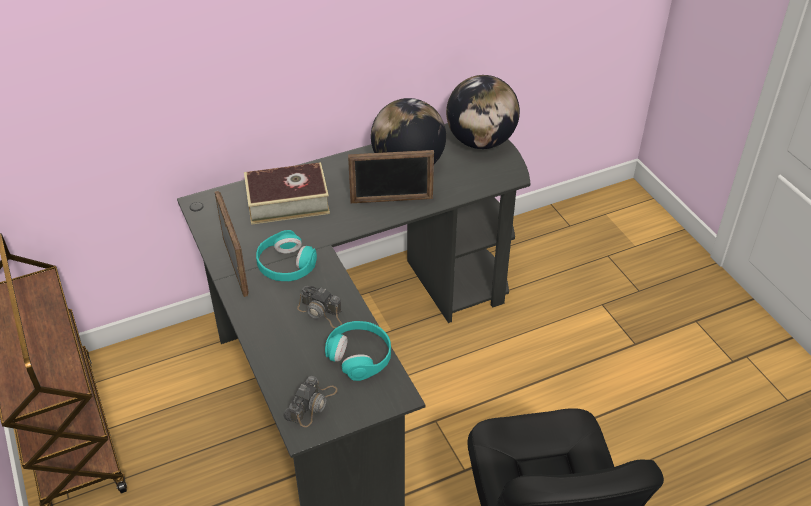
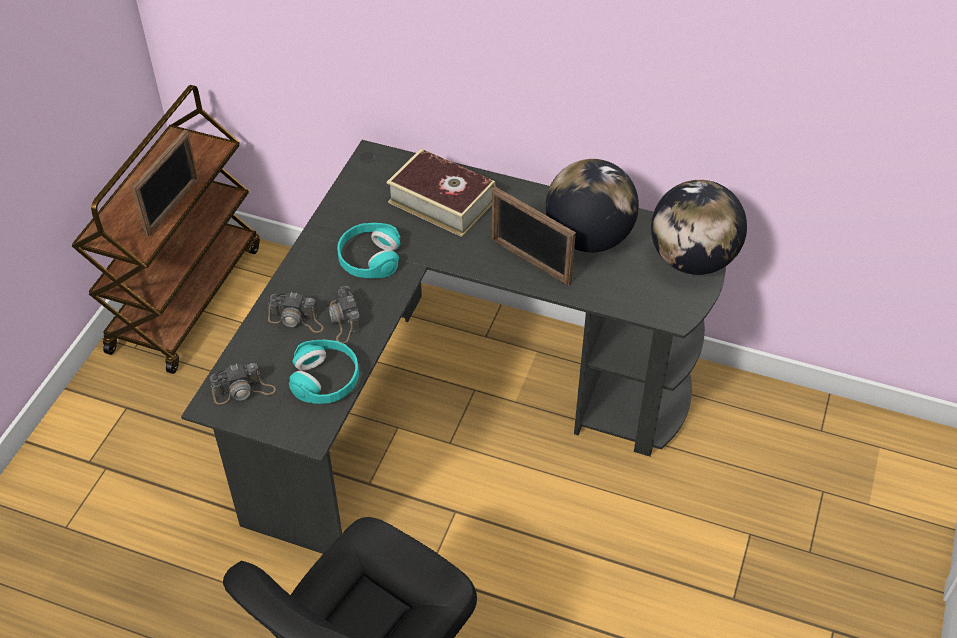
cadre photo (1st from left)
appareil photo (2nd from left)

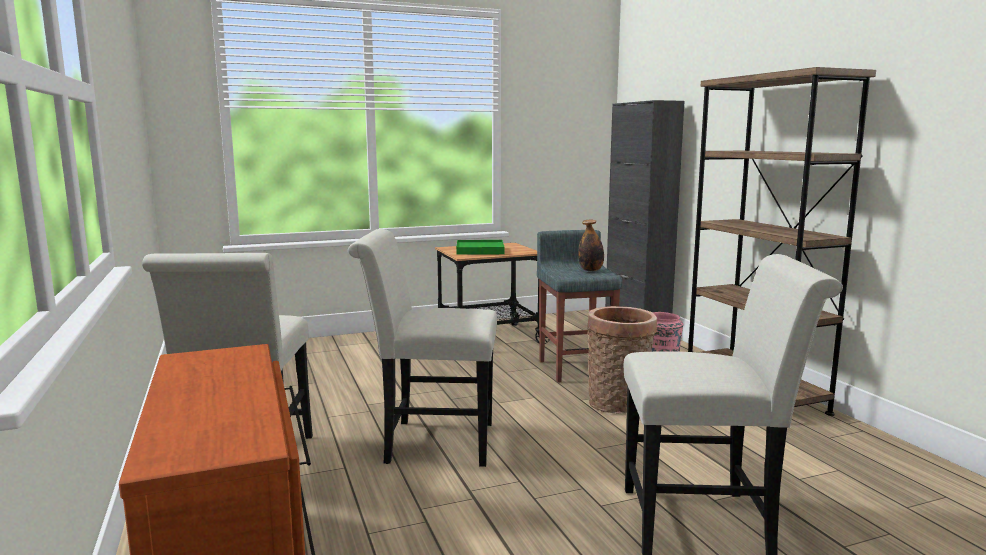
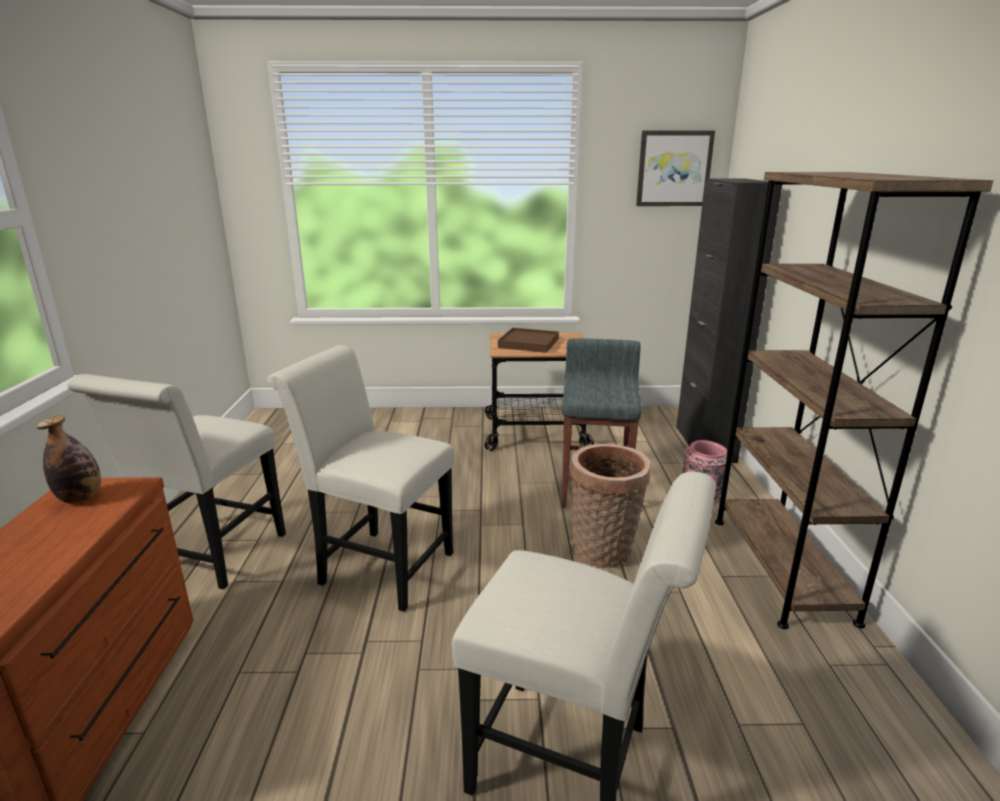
bouteille
plateau/marron
tableau

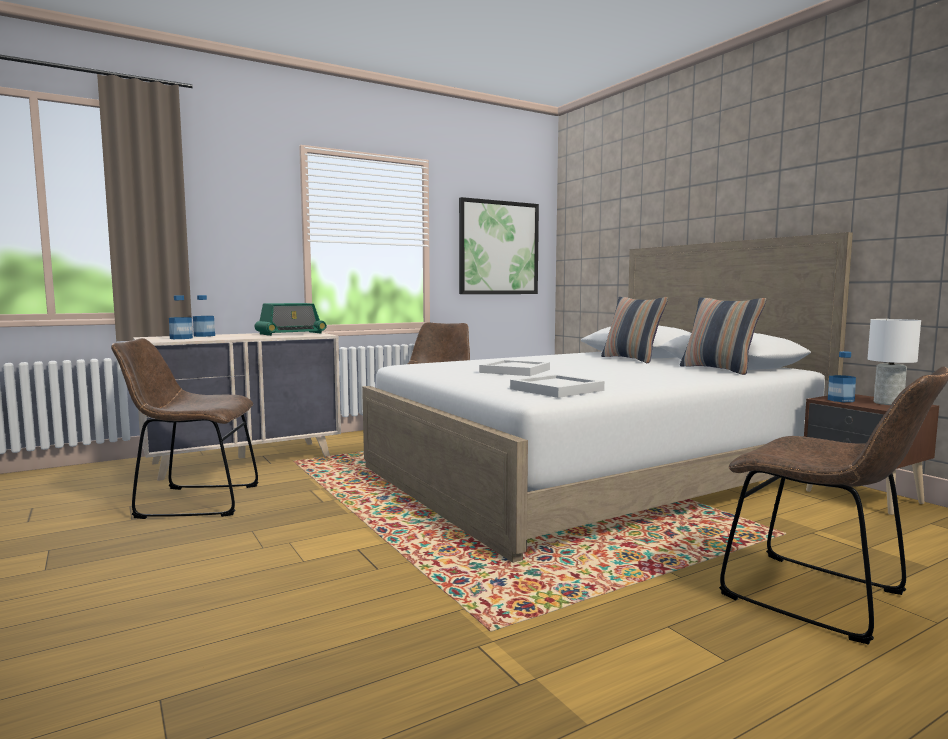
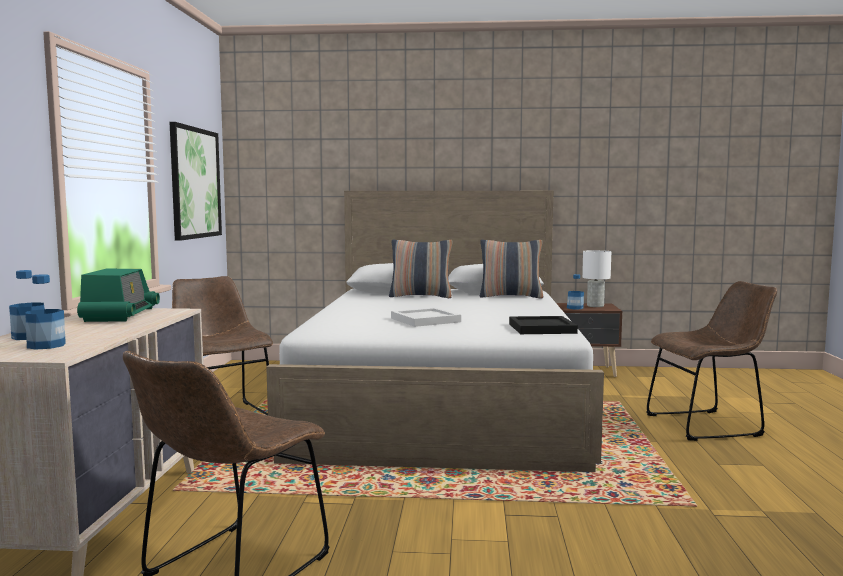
plateau/noir

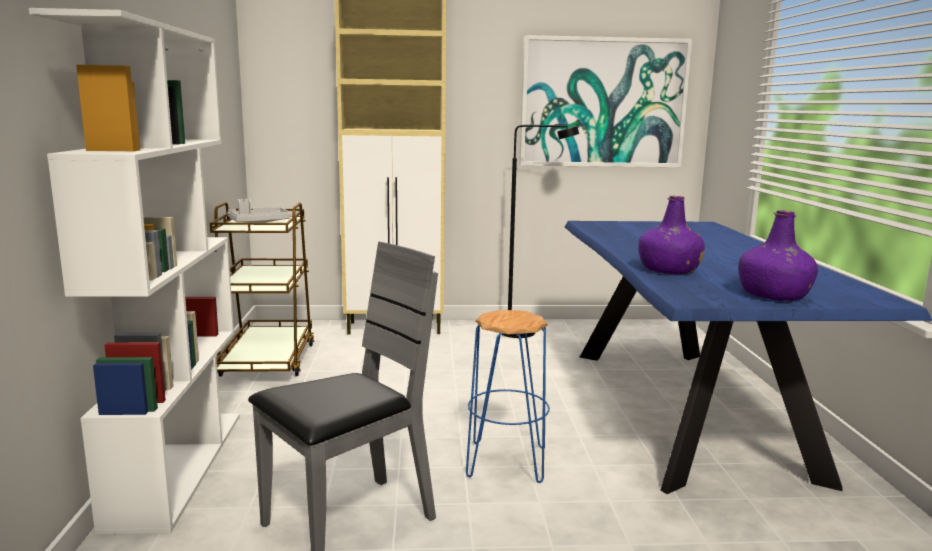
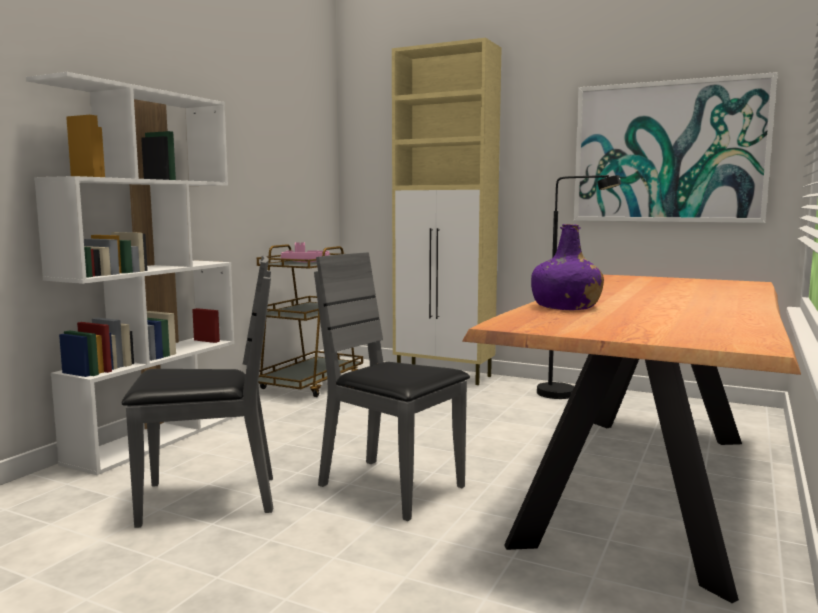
plateau/rose
chaise/gris (2nd from left)
table à manger/marron
bouteille/violet (2nd from left in the first image)

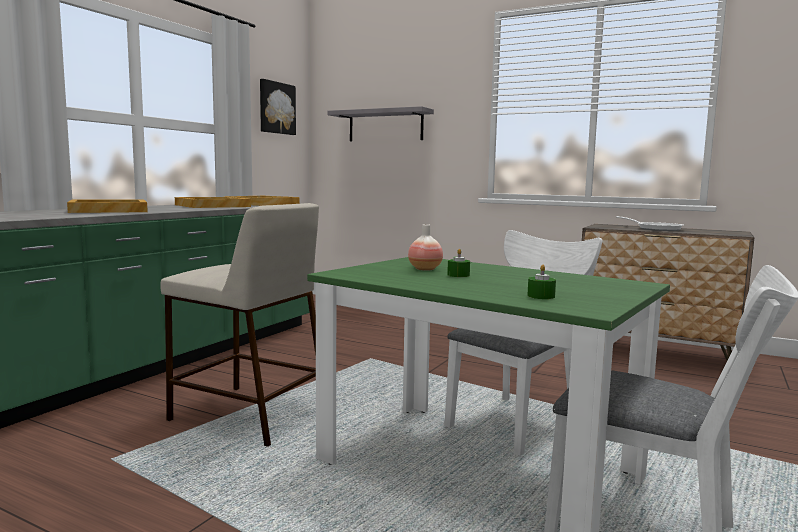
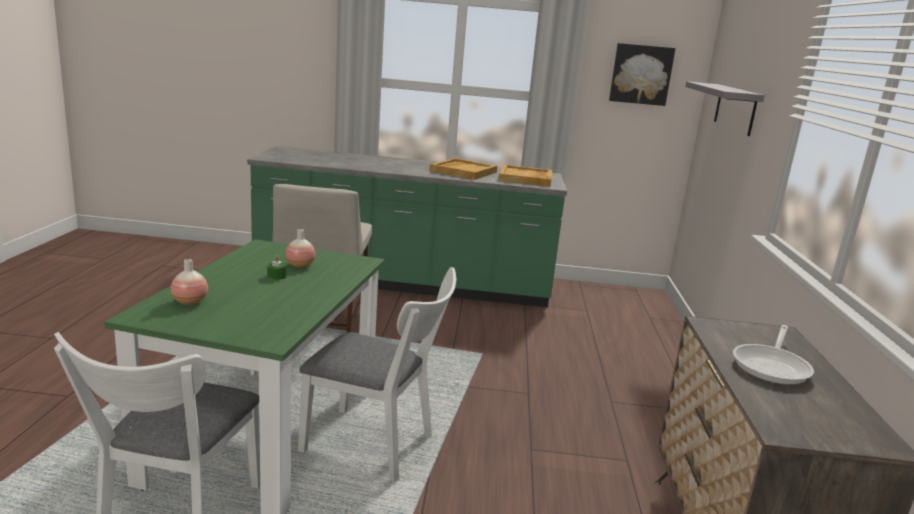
vase (1st from left)
plateau/beige (1st from left in the first image)

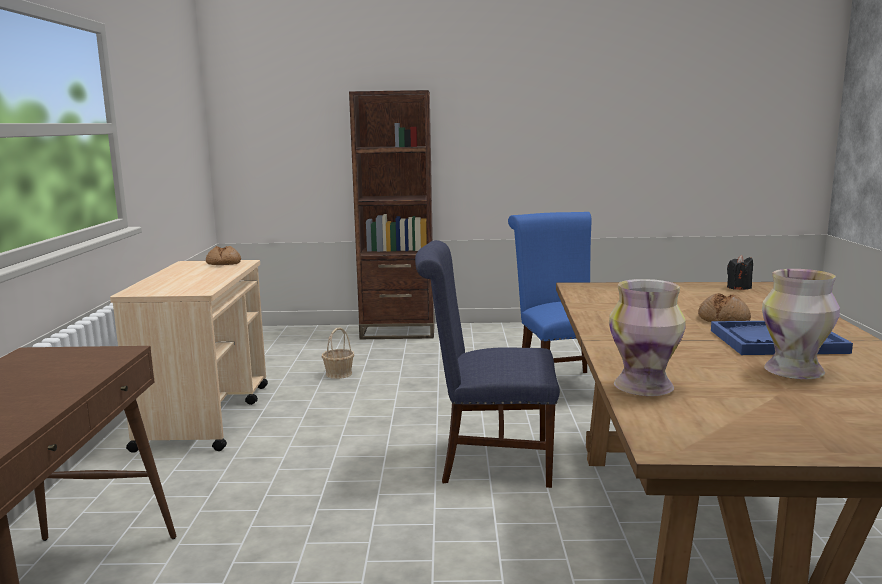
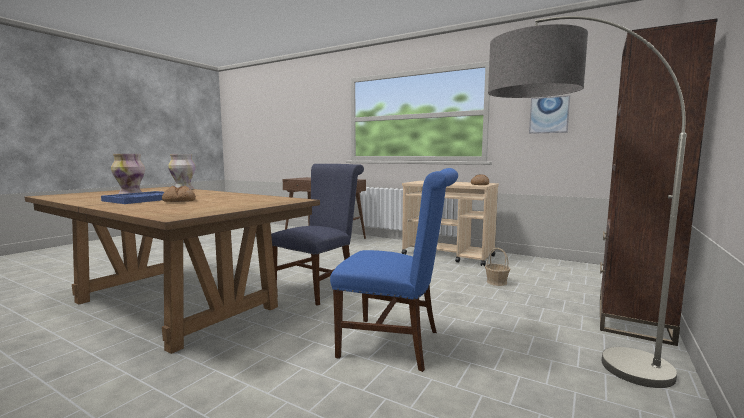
lampadaire
tableau
bougie/noir

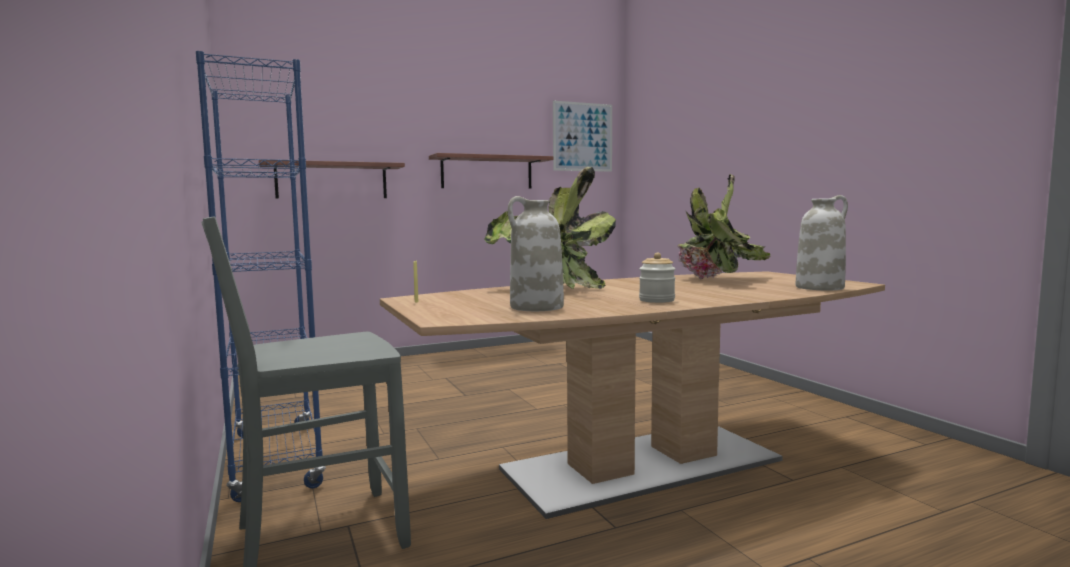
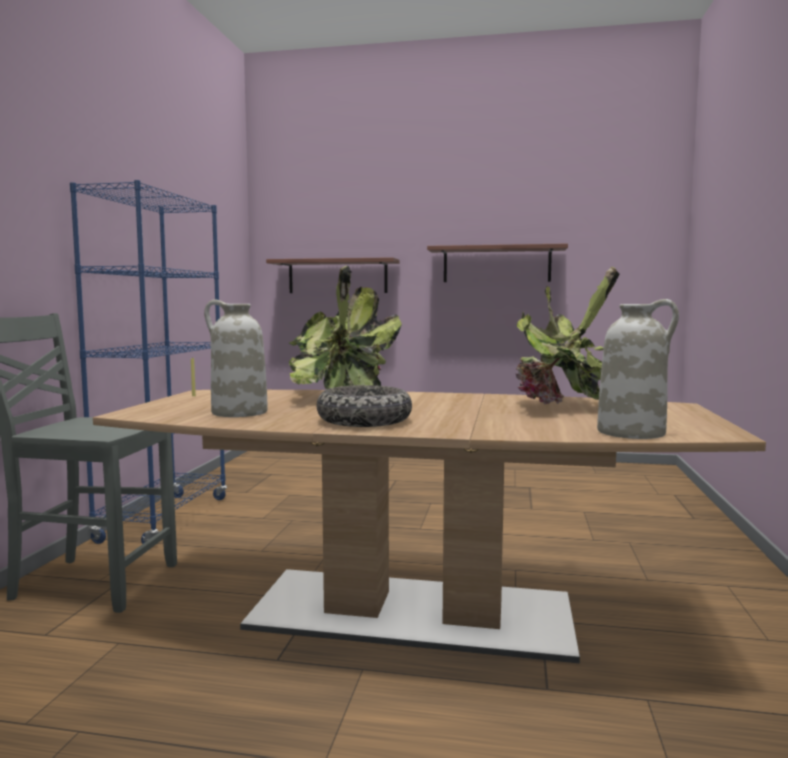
bol
tableau

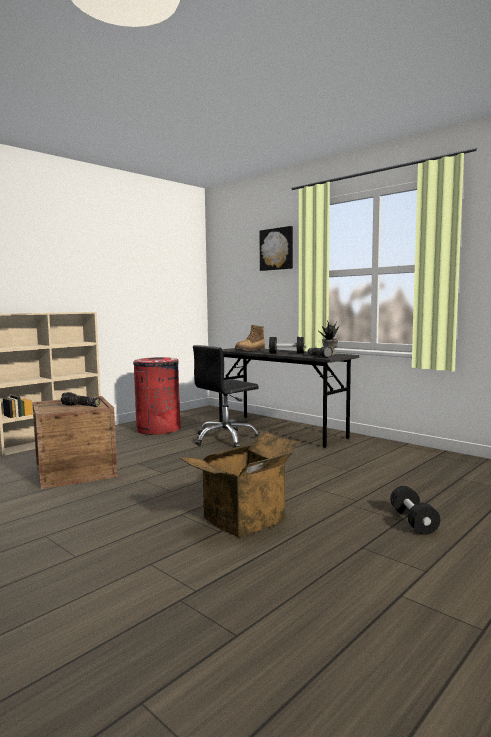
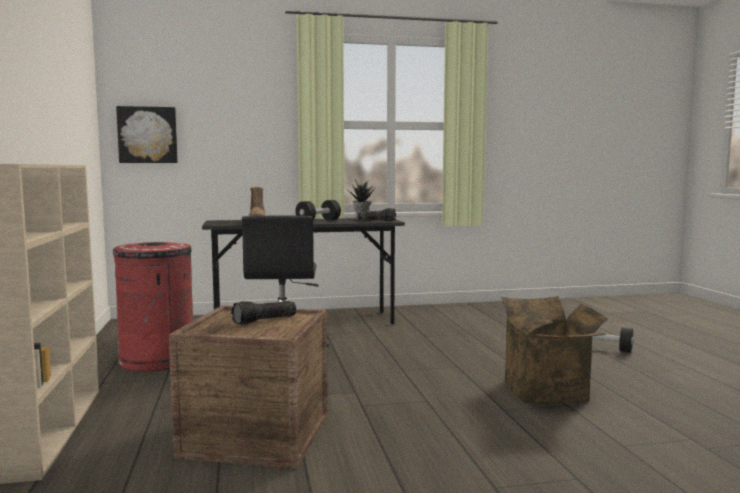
tableau

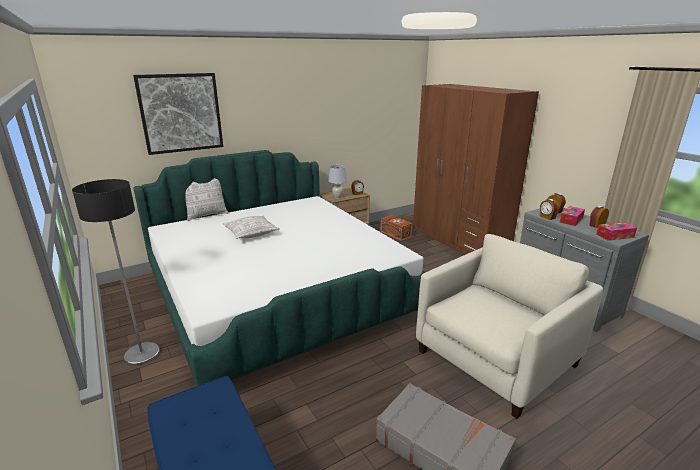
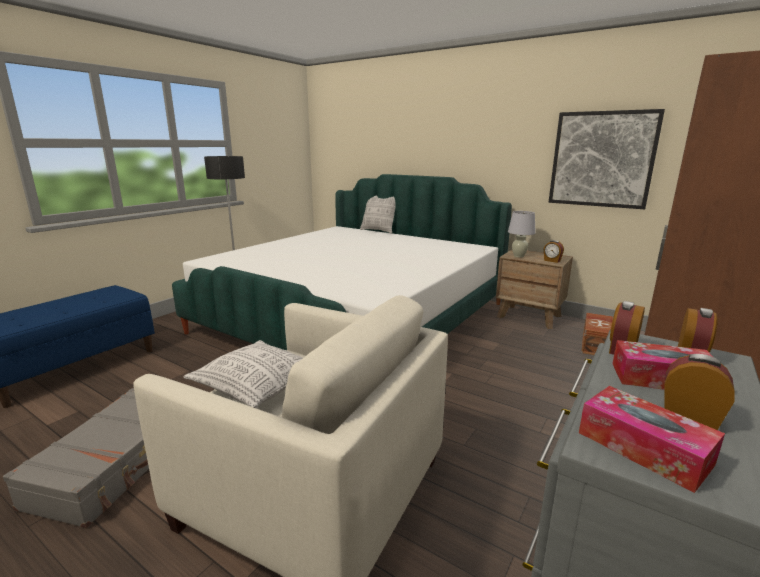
coussin (1st from left)
tableau

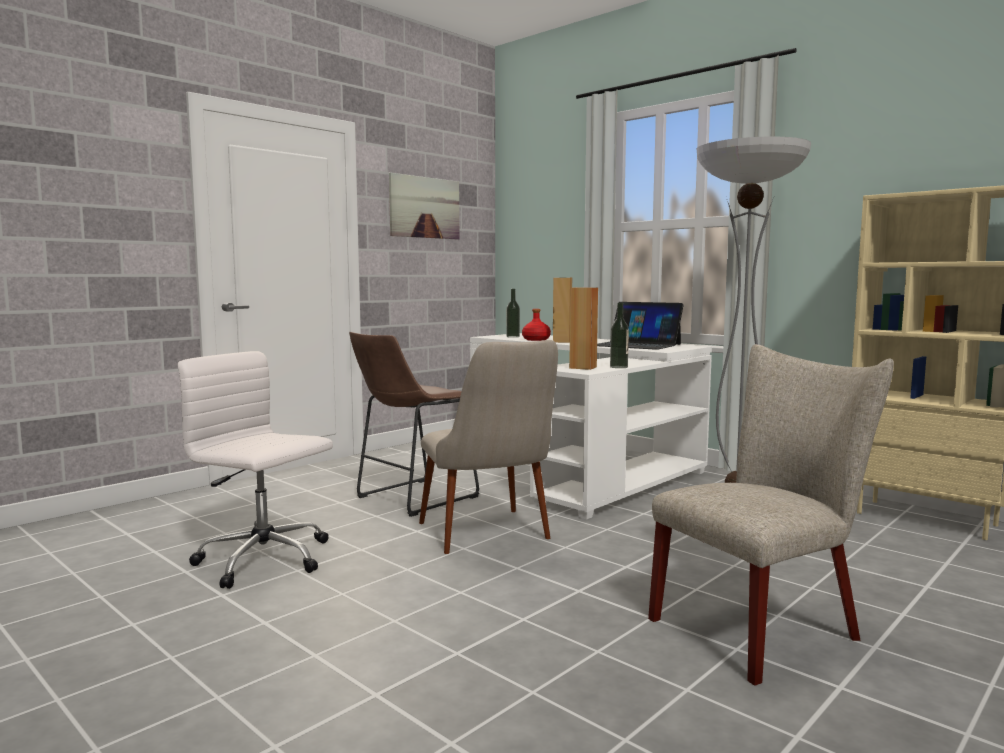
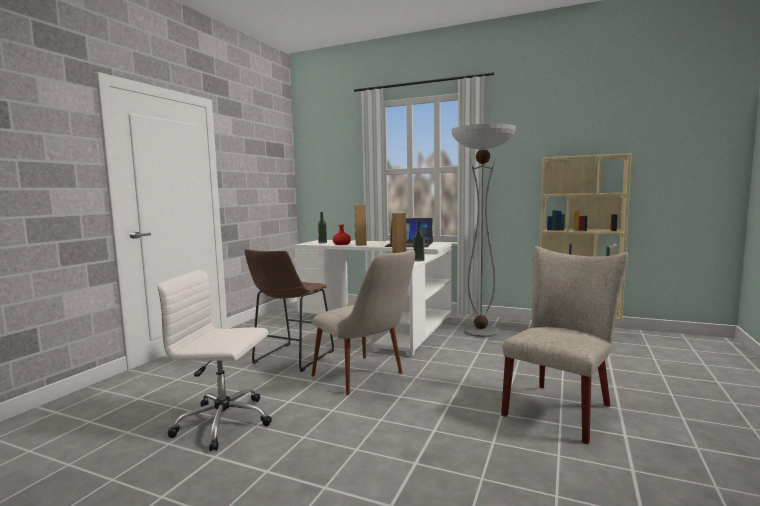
tableau

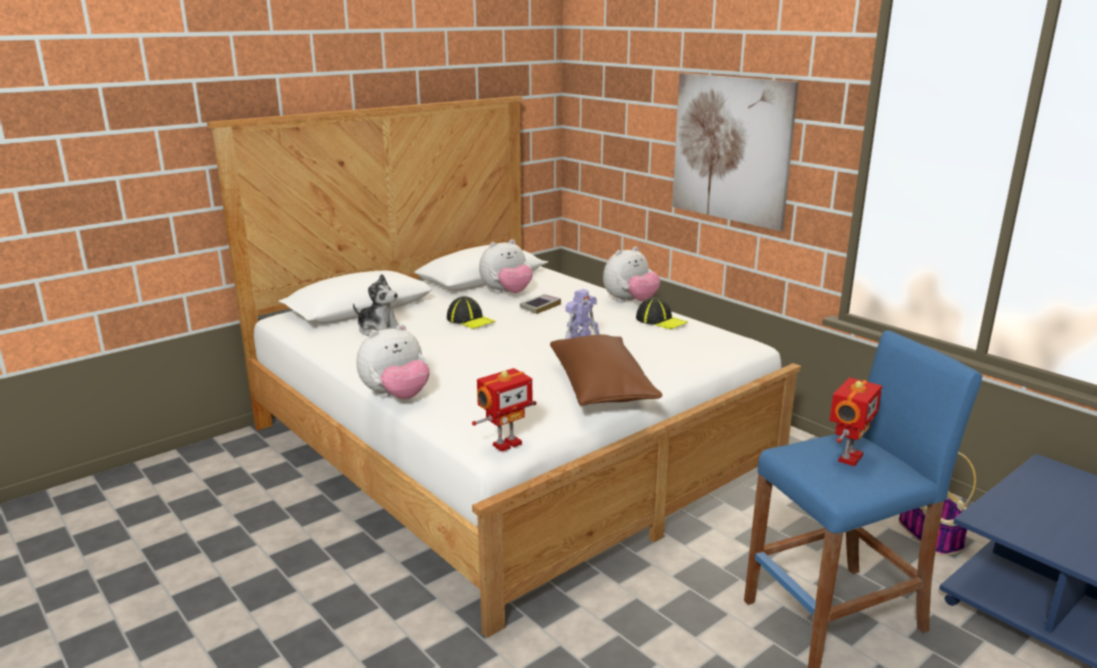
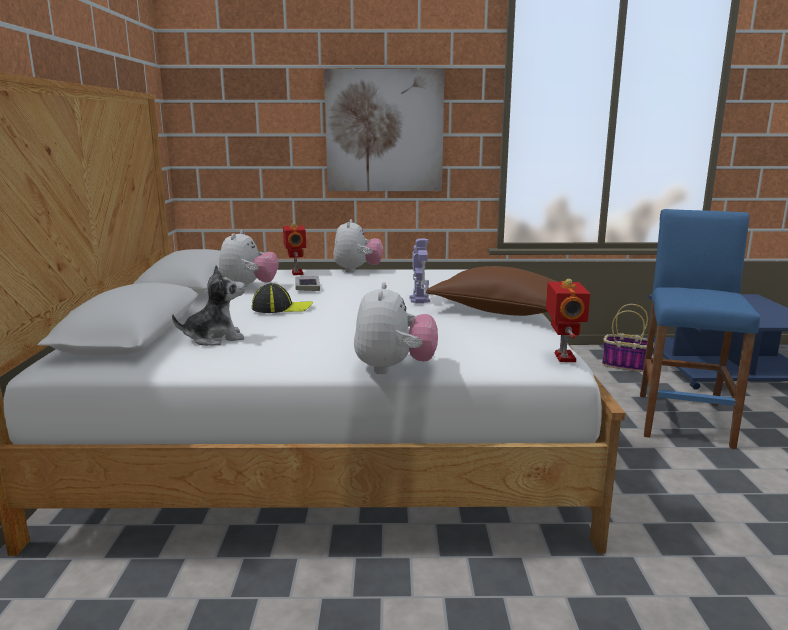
robot jouet (1st from left)
casquette (2nd from left in the first image)

